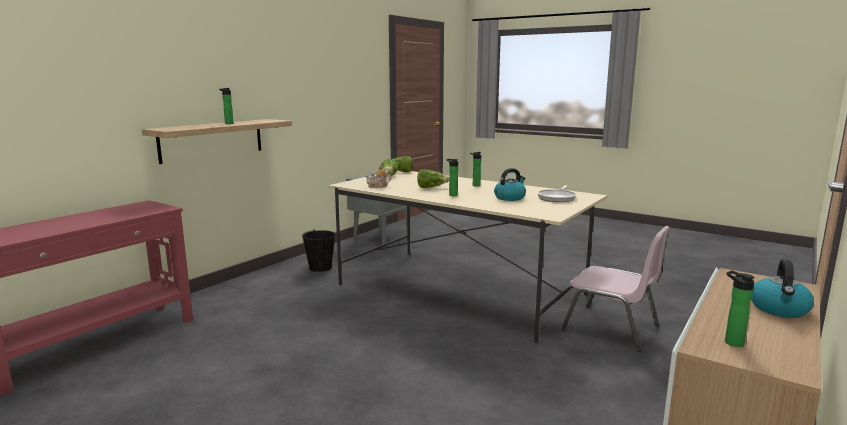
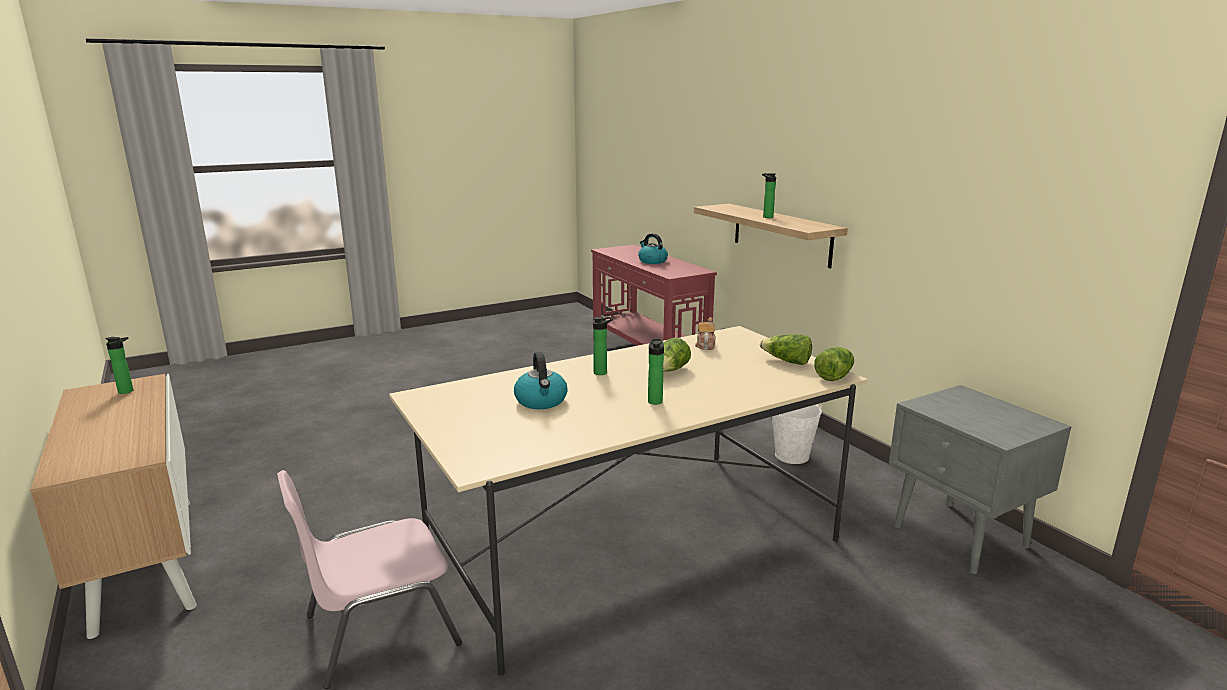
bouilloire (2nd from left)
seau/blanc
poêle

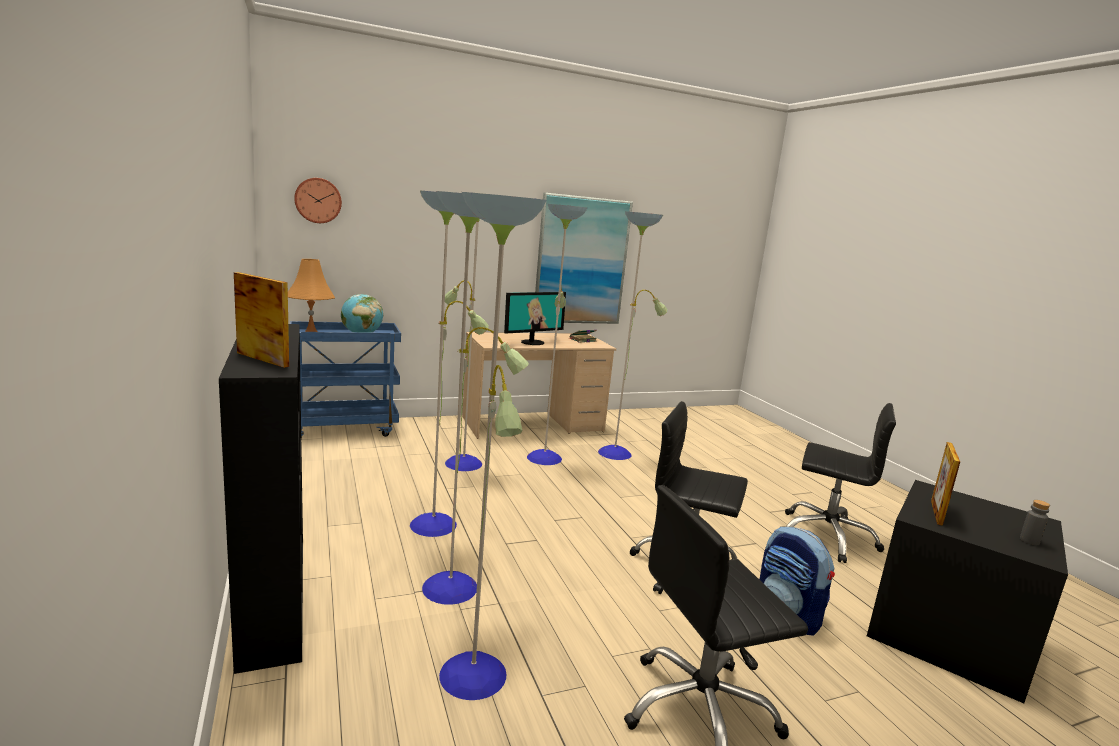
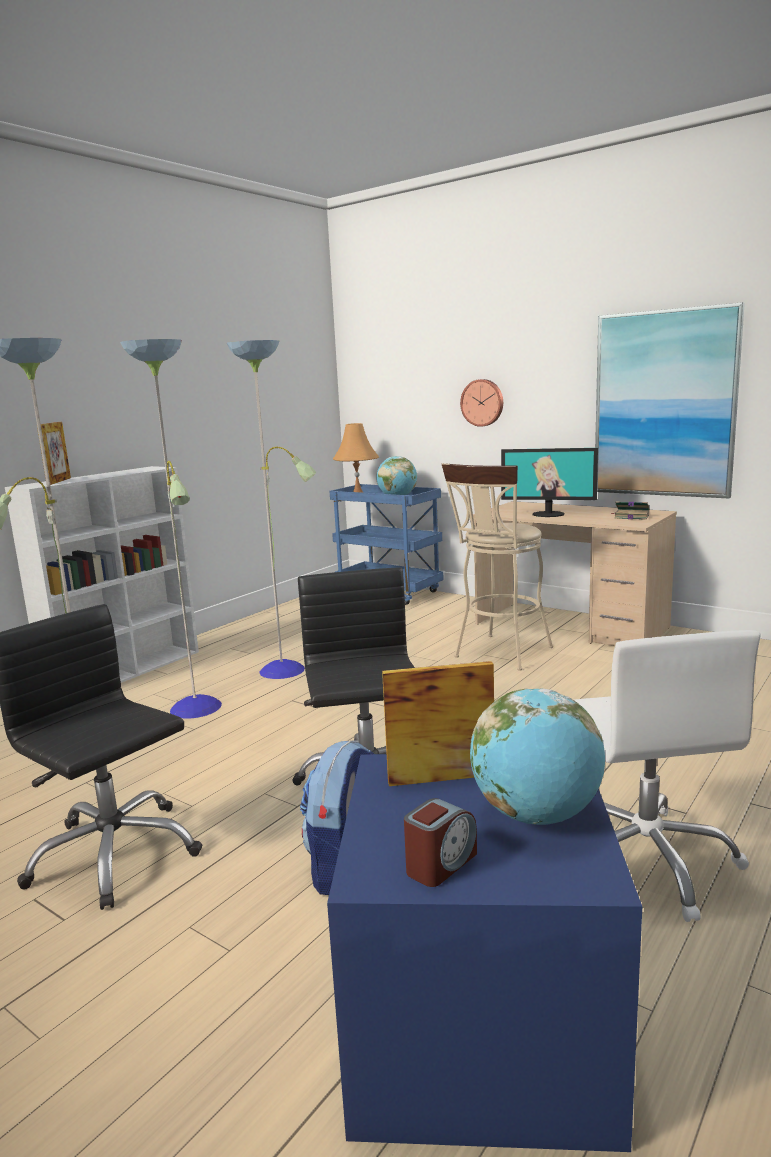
bibliothèque/blanc
boîte de rangement/bleu
réveil
tabouret/beige
horloge murale
globe (2nd from left)
chaise de bureau/blanc

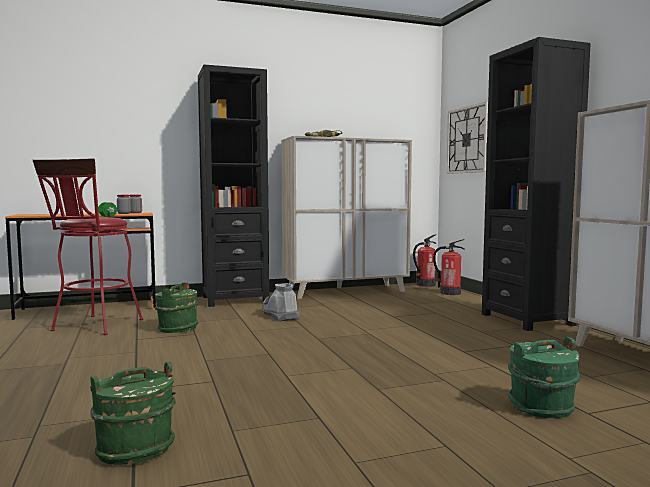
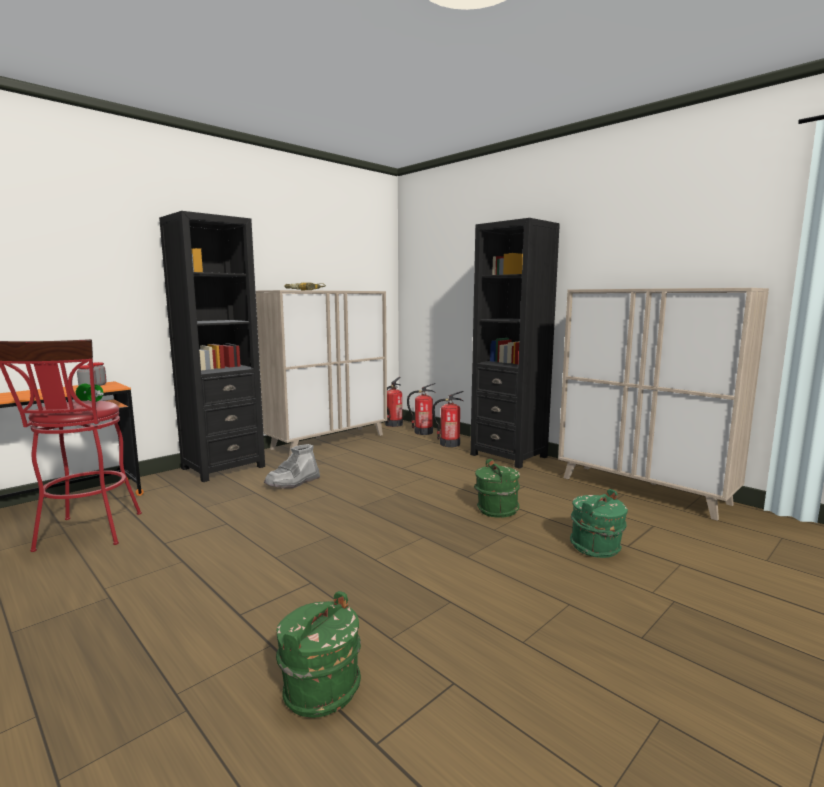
botte/gris
extincteur (3rd from left)
seau/vert (2nd from left)
horloge murale

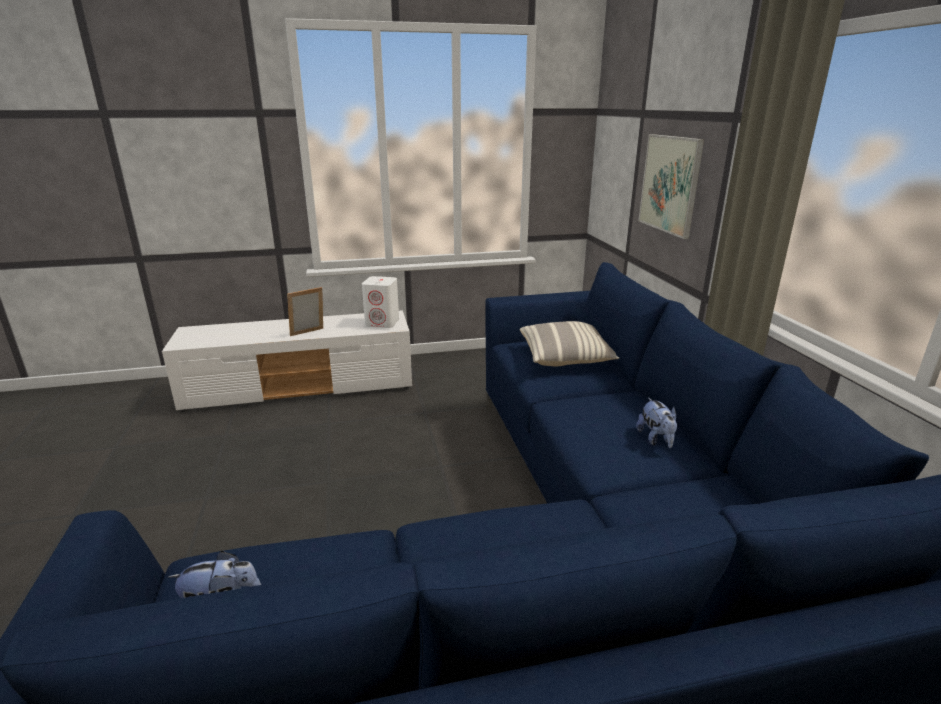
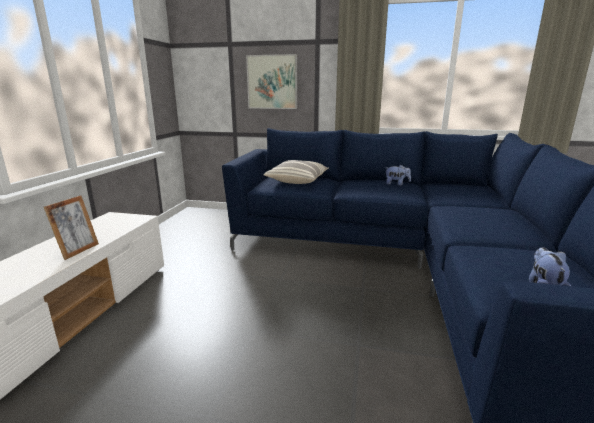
cadre photo
enceinte/blanc

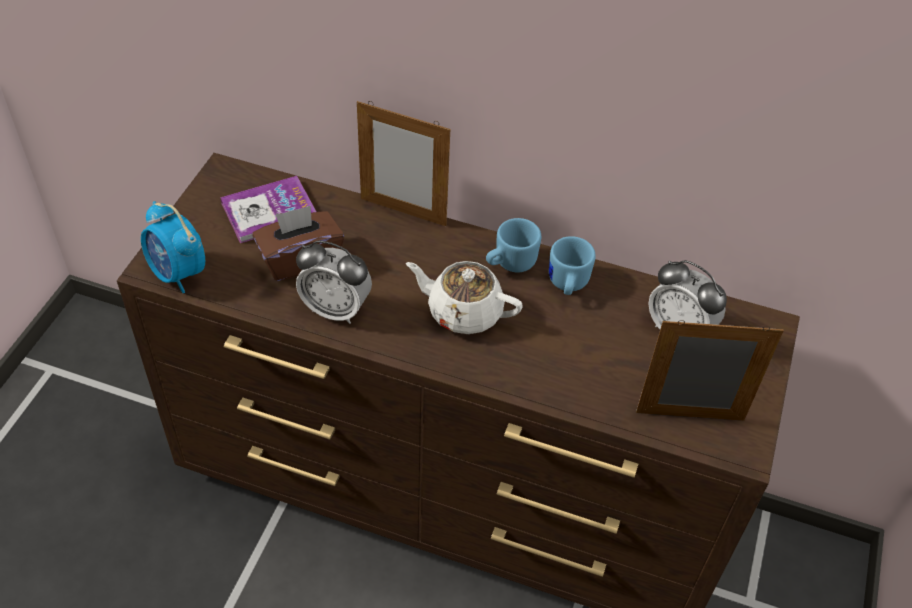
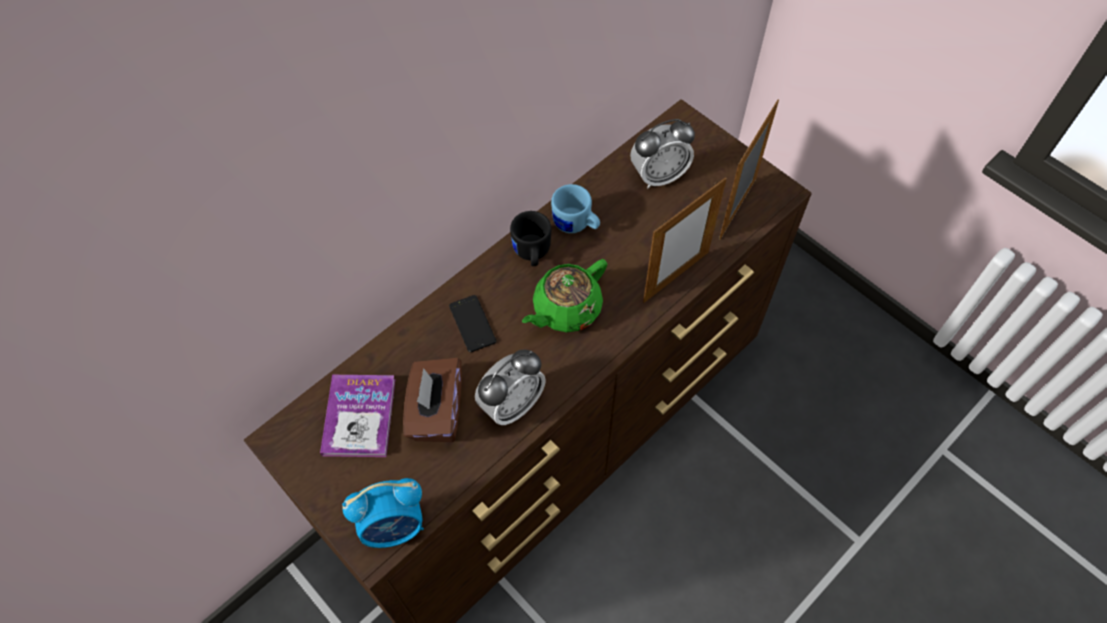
téléphone
mug/noir
théière/vert
cadre photo (1st from left)

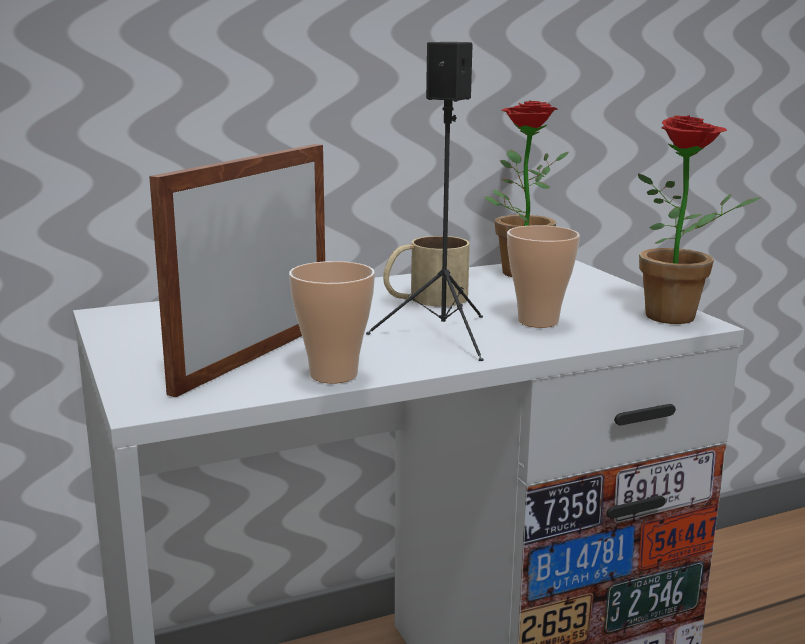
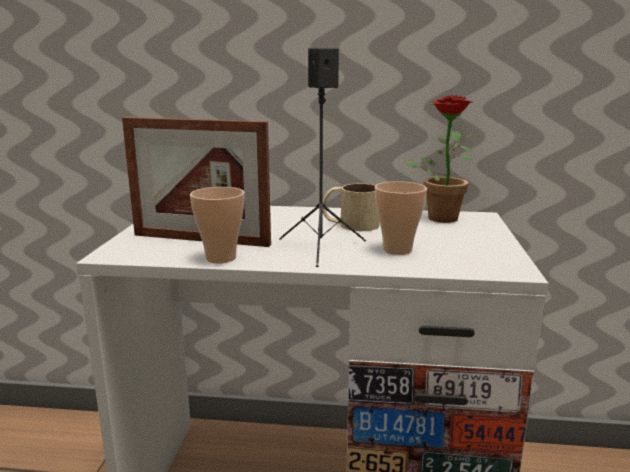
cadre photo
plante en pot (2nd from left in the first image)

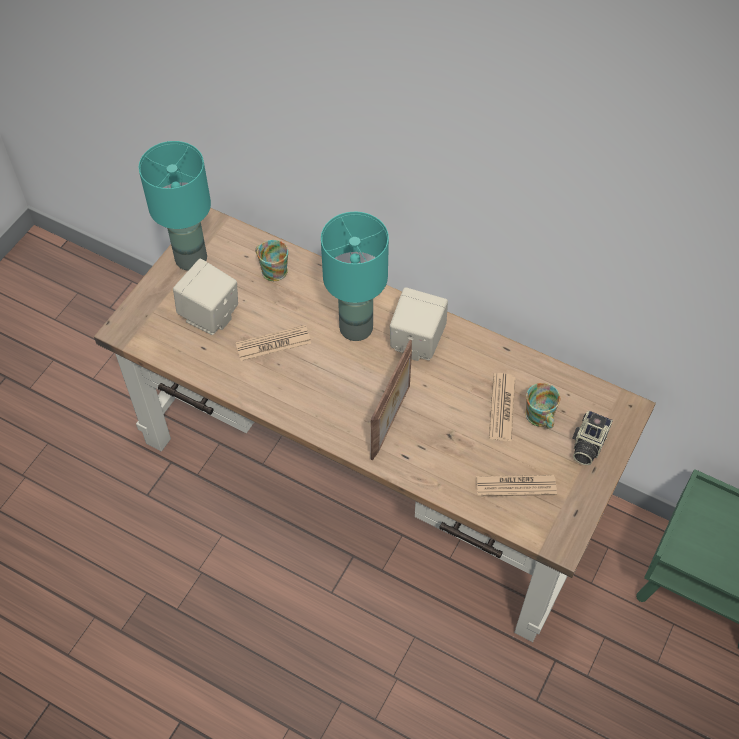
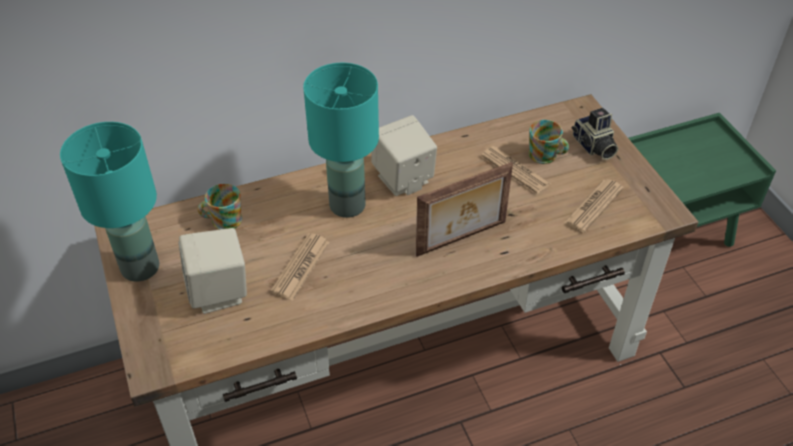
cadre photo

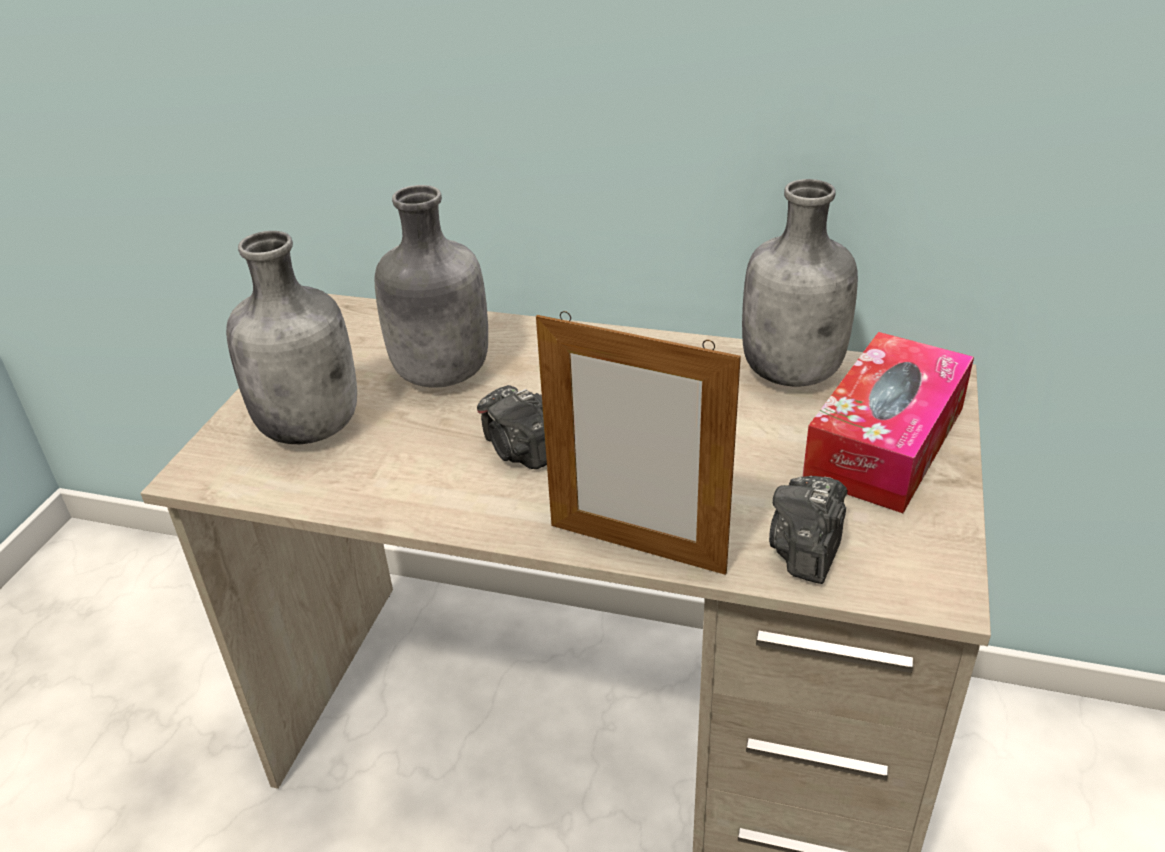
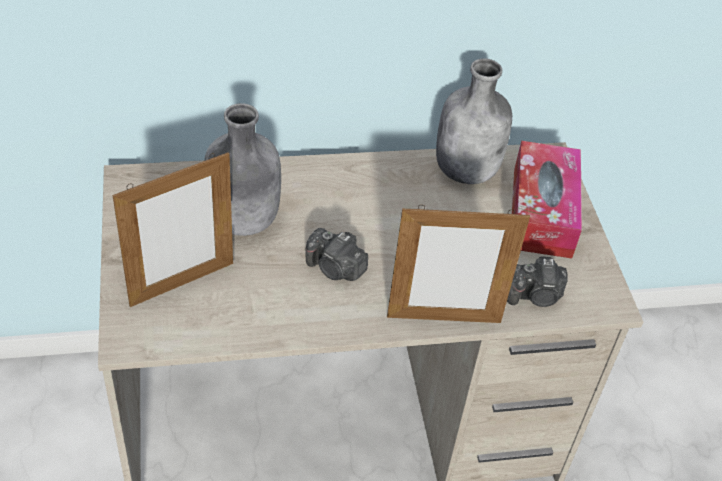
cadre photo (1st from left)
appareil photo (2nd from left)

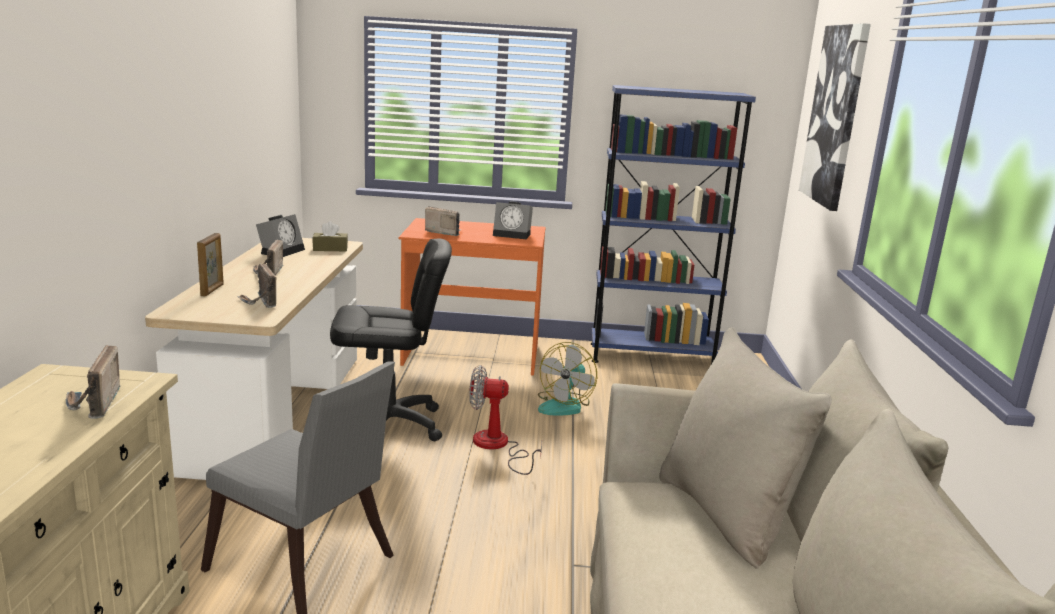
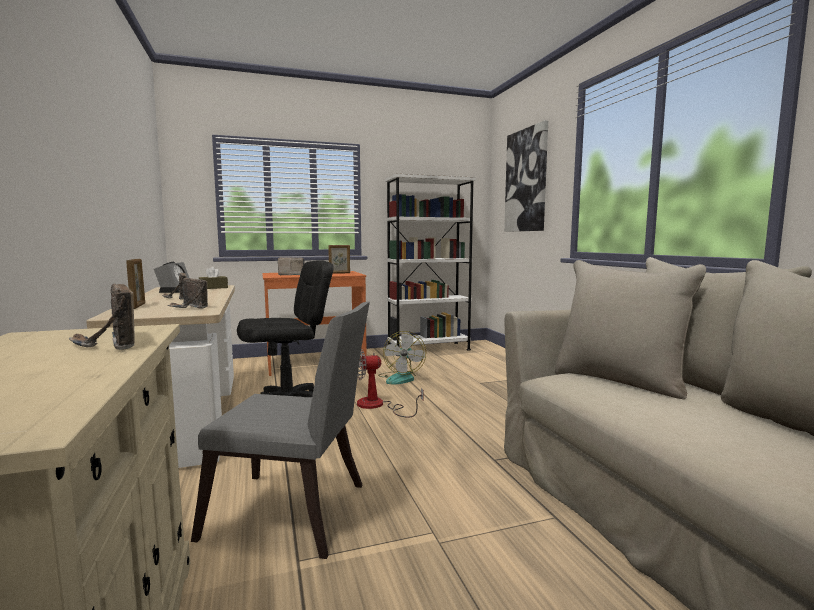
cadre photo (2nd from left)
bibliothèque/blanc

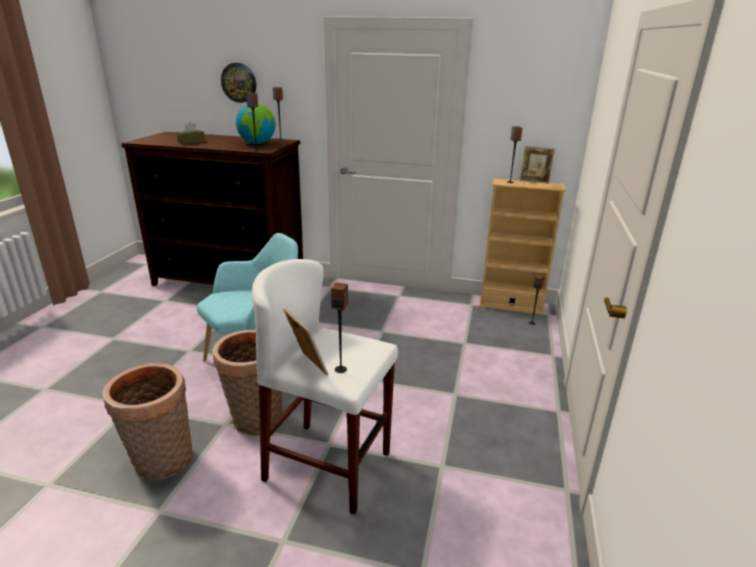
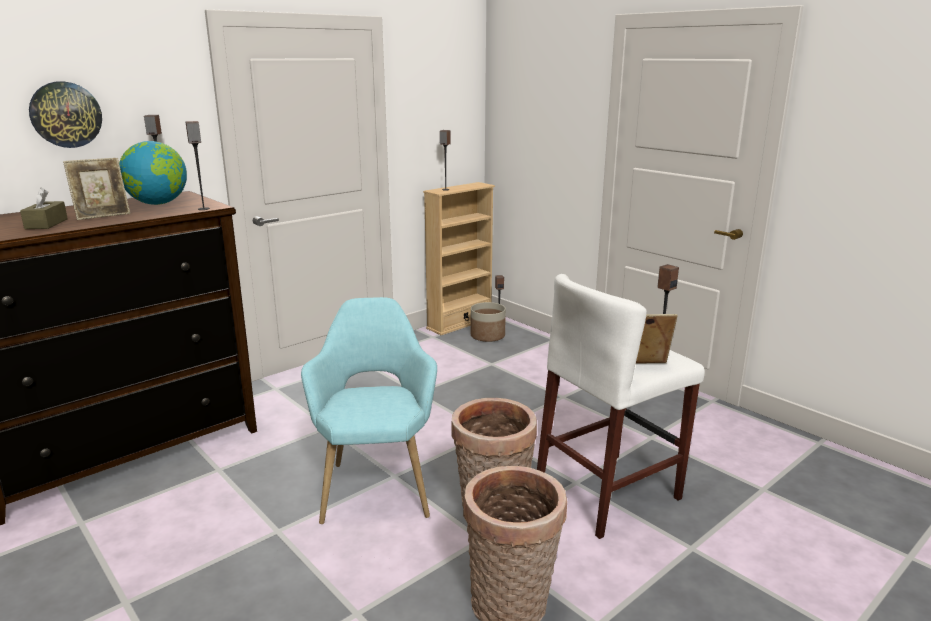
cadre photo (1st from left)
cache-pot

